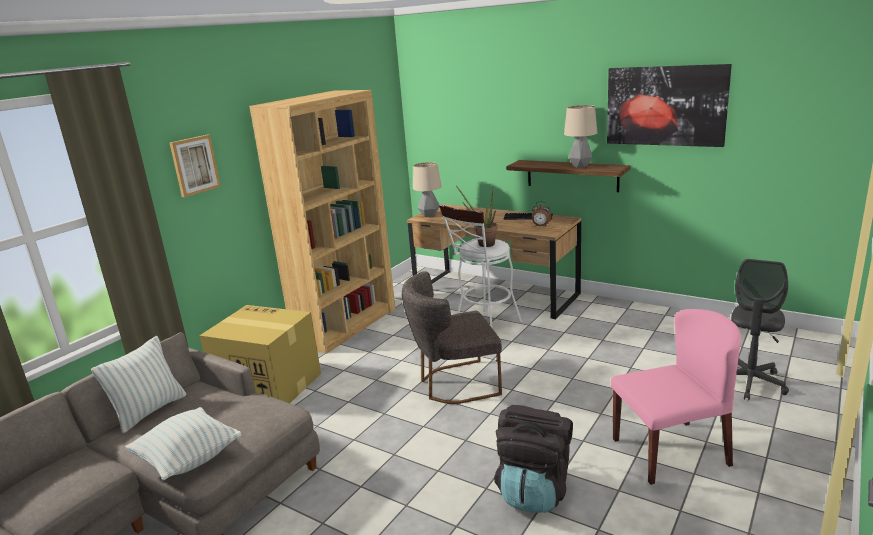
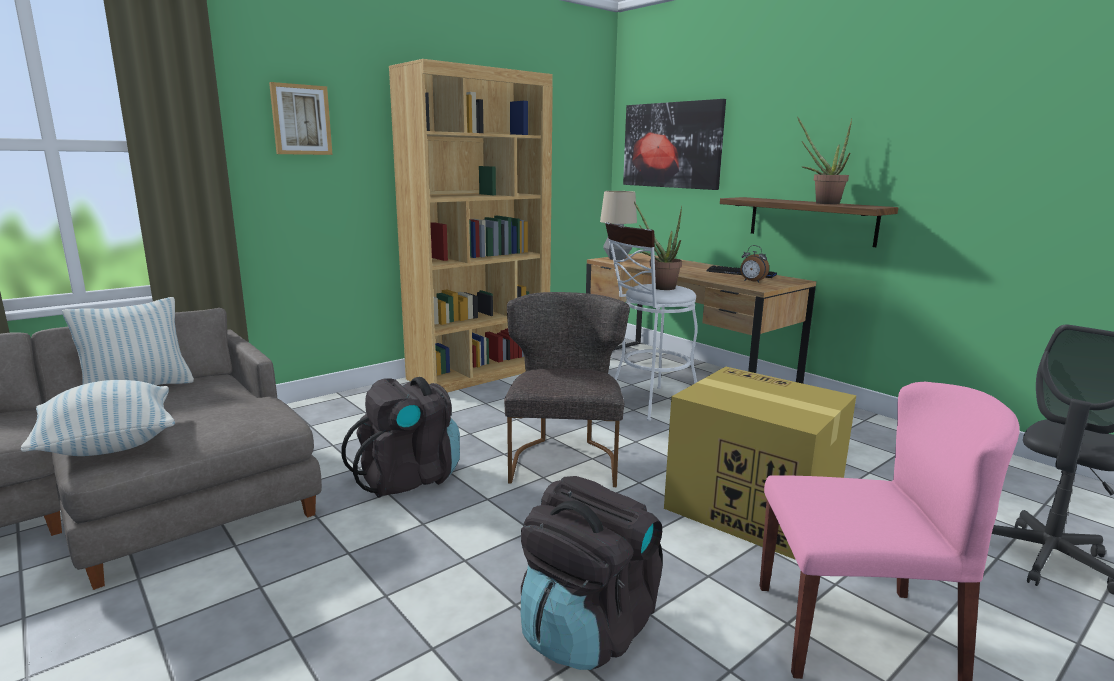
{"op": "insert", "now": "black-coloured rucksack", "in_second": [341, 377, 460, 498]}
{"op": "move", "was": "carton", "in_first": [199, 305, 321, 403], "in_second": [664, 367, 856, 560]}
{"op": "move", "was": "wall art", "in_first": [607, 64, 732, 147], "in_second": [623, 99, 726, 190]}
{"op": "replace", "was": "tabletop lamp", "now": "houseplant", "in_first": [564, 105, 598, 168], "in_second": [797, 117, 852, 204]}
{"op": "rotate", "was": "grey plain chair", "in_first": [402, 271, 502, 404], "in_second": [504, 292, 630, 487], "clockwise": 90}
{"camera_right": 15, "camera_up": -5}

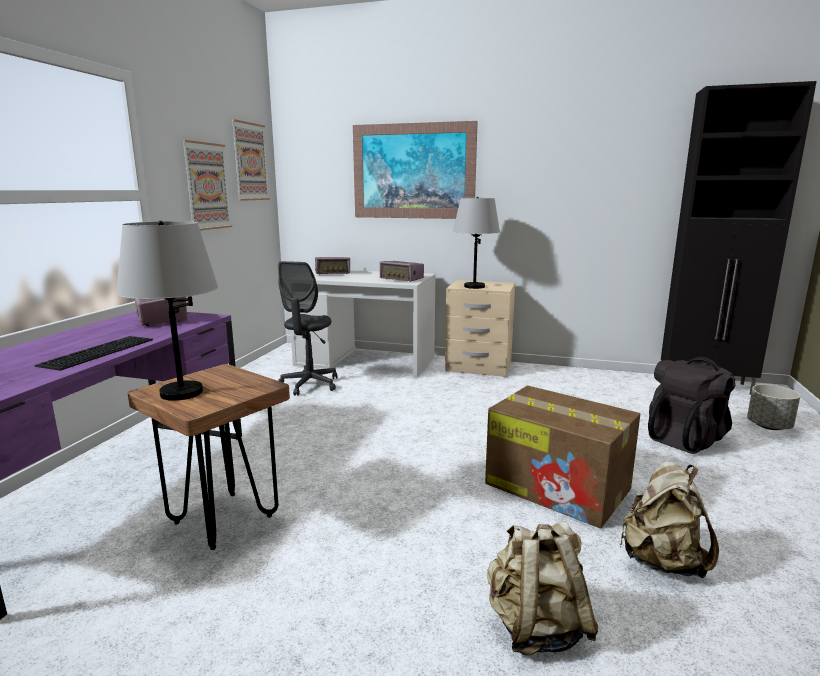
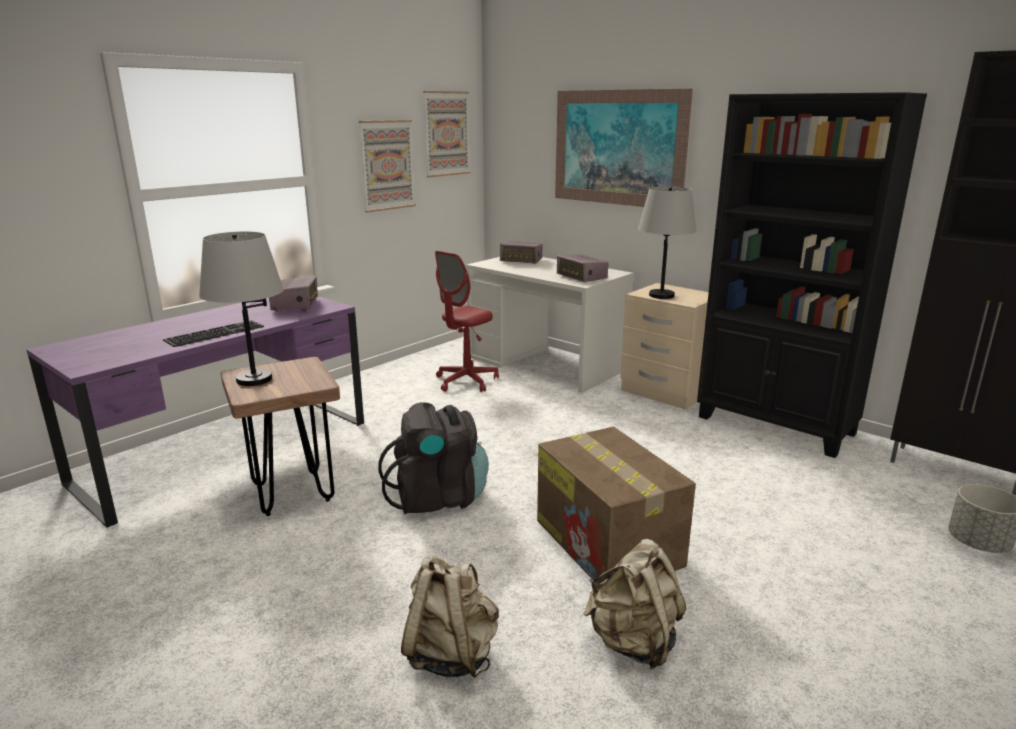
{"op": "insert", "now": "black-coloured bookcase", "in_second": [697, 92, 927, 458]}
{"op": "move", "was": "black-coloured rucksack", "in_first": [648, 357, 736, 454], "in_second": [378, 402, 489, 514]}
{"op": "recolor", "was": "grey office chair", "now": "red-coloured office chair", "in_first": [278, 261, 337, 396], "in_second": [435, 251, 499, 392]}
{"camera_right": 25, "camera_up": 5}

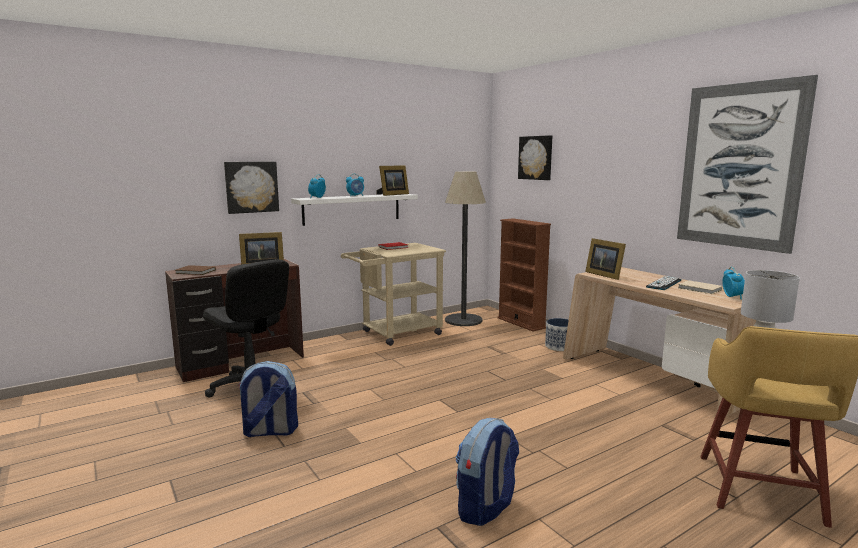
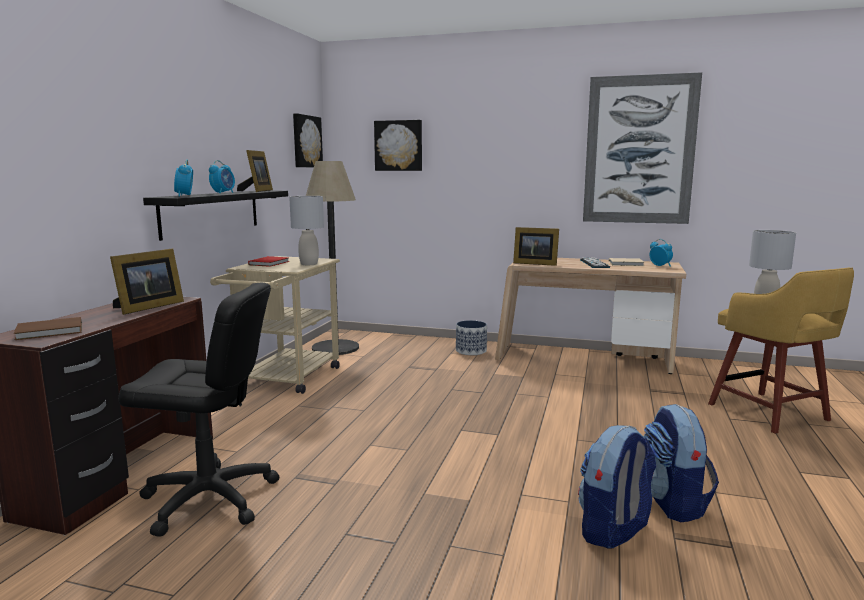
{"op": "delete", "was": "brownish bookcase", "in_first": [497, 218, 551, 331]}
{"op": "insert", "now": "grey tabletop lamp", "in_second": [289, 196, 324, 265]}
{"op": "move", "was": "wall art", "in_first": [224, 162, 279, 214], "in_second": [293, 113, 323, 167]}
{"op": "move", "was": "rucksack", "in_first": [238, 361, 298, 437], "in_second": [578, 425, 657, 549]}
{"op": "recolor", "was": "white bracket shelf", "now": "black-coloured bracket shelf", "in_first": [291, 194, 418, 226], "in_second": [143, 190, 288, 241]}
{"camera_right": -40, "camera_up": 0}

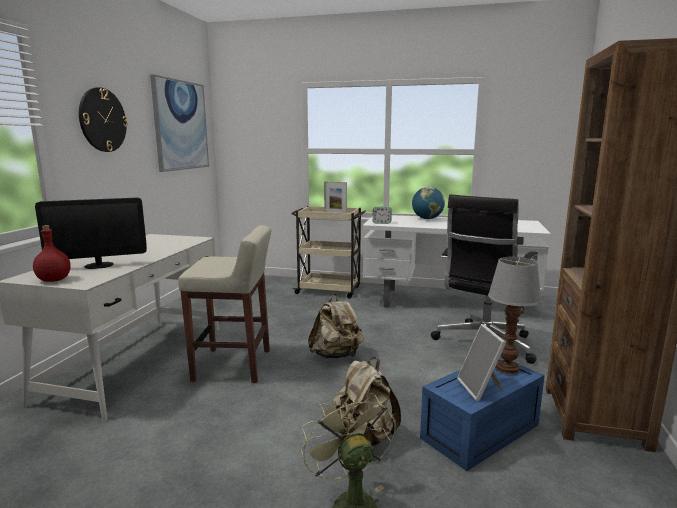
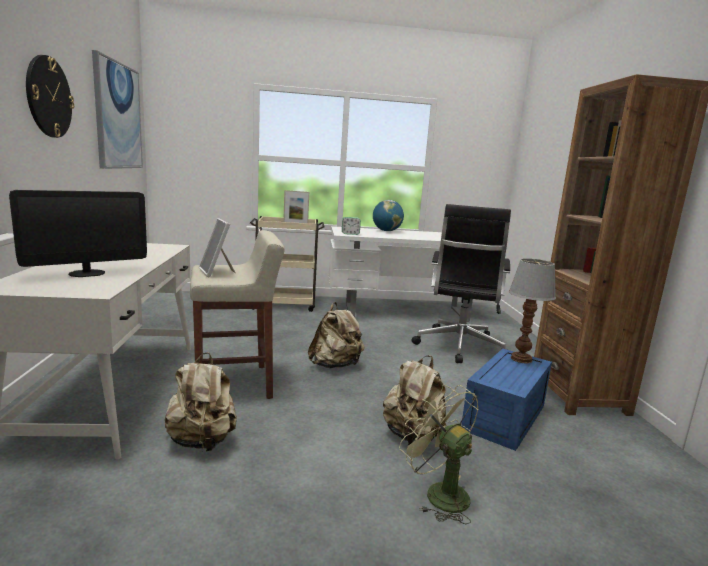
{"op": "delete", "was": "red-coloured drink bottle", "in_first": [33, 225, 71, 282]}
{"op": "insert", "now": "beige rucksack", "in_second": [165, 352, 237, 452]}
{"op": "move", "was": "photo frame", "in_first": [457, 324, 506, 401], "in_second": [199, 218, 236, 278]}
{"camera_right": -20, "camera_up": 0}

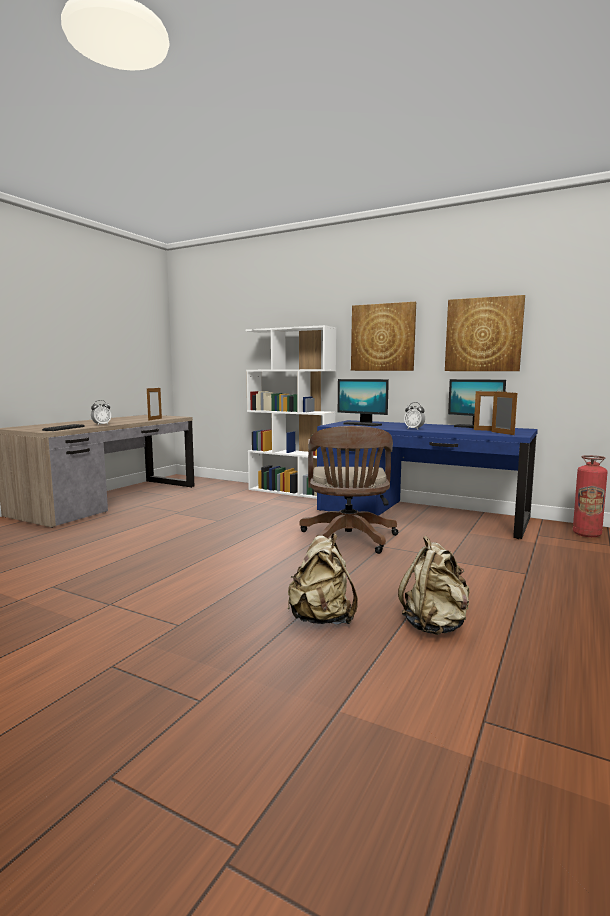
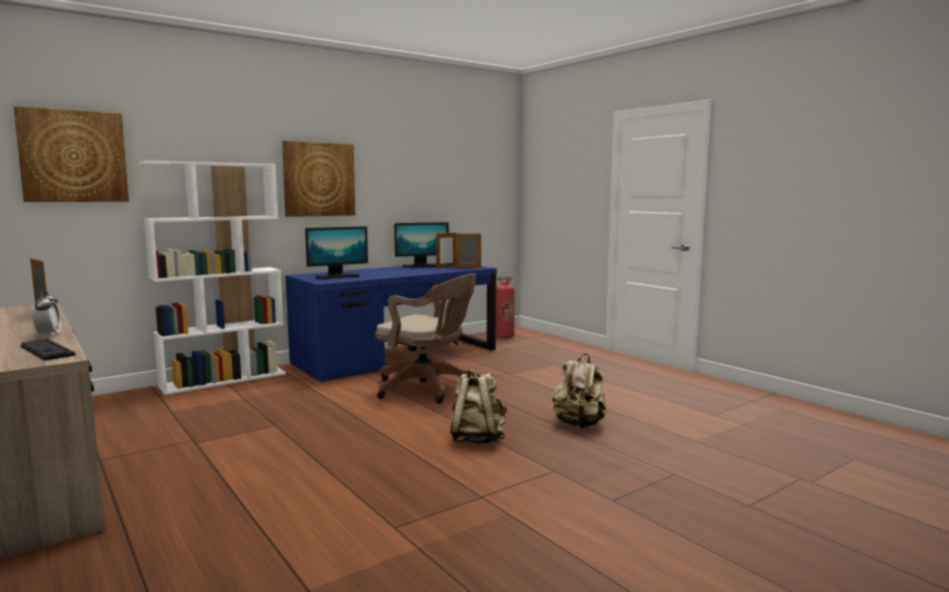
{"op": "delete", "was": "table clock", "in_first": [404, 402, 425, 430]}
{"op": "move", "was": "beige rucksack", "in_first": [398, 536, 470, 635], "in_second": [450, 368, 507, 444]}
{"op": "move", "was": "wall art", "in_first": [445, 295, 525, 371], "in_second": [13, 106, 129, 202]}
{"camera_right": -65, "camera_up": 0}

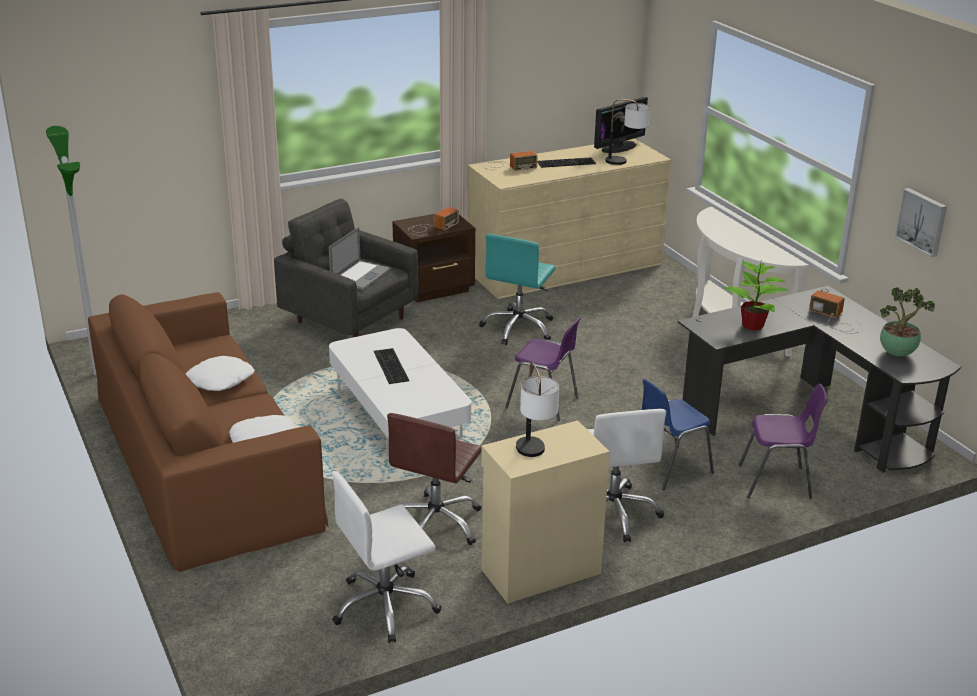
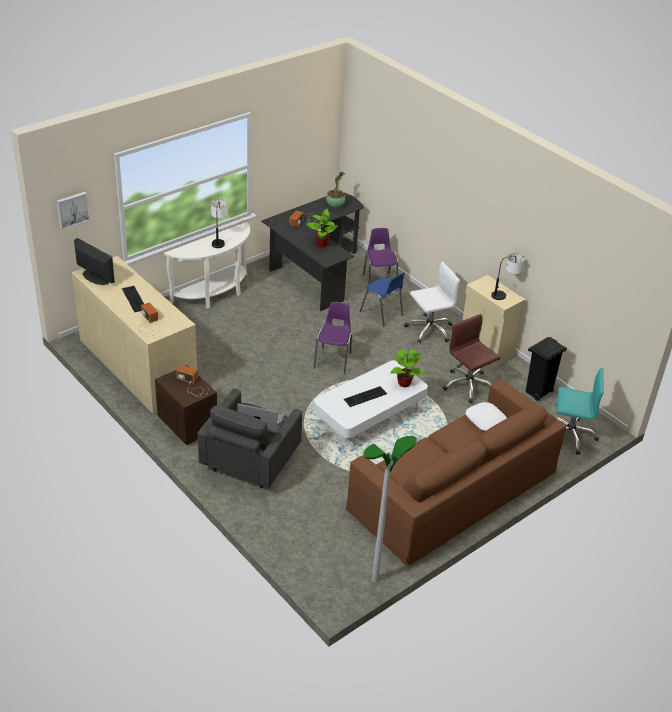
{"op": "delete", "was": "white cushion", "in_first": [186, 356, 255, 391]}
{"op": "insert", "now": "houseplant", "in_second": [391, 348, 426, 388]}
{"op": "move", "was": "turquoise office chair", "in_first": [479, 234, 555, 345], "in_second": [555, 368, 604, 455]}
{"op": "move", "was": "tabletop lamp", "in_first": [605, 99, 650, 165], "in_second": [211, 199, 228, 248]}
{"op": "move", "was": "wall art", "in_first": [895, 188, 947, 257], "in_second": [57, 192, 90, 230]}
{"op": "replace", "was": "white office chair", "now": "black-coloured rubbish bin", "in_first": [332, 471, 441, 643], "in_second": [526, 337, 567, 401]}
{"op": "rotate", "was": "brownish office chair", "in_first": [387, 413, 482, 545], "in_second": [443, 314, 500, 403], "clockwise": -135}
{"camera_right": -105, "camera_up": 10}

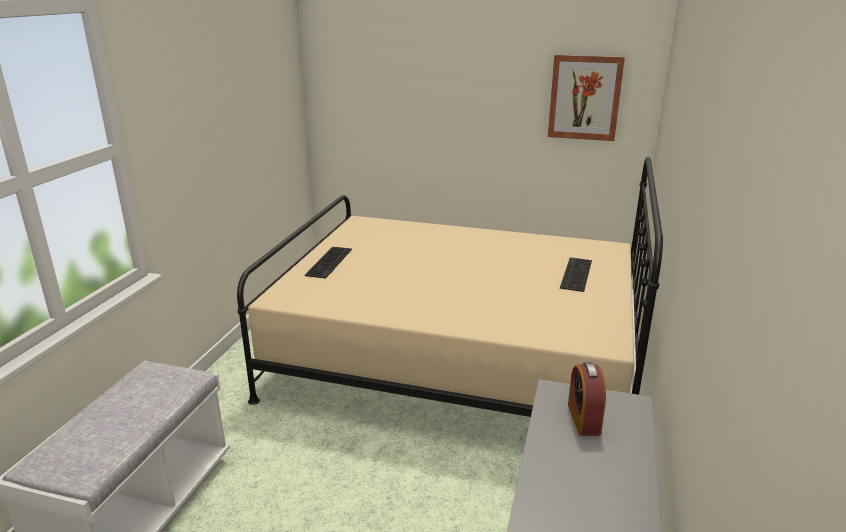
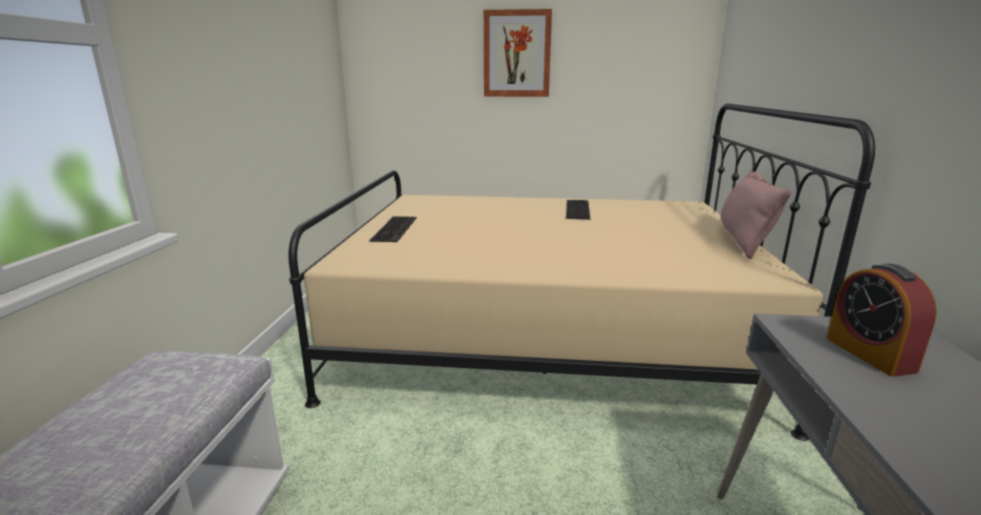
{"op": "insert", "now": "pinkish cushion", "in_second": [721, 168, 791, 259]}
{"op": "move", "was": "wall art", "in_first": [548, 55, 625, 141], "in_second": [484, 9, 552, 97]}
{"op": "move", "was": "PC keyboard", "in_first": [560, 257, 592, 292], "in_second": [566, 200, 590, 220]}
{"camera_right": -10, "camera_up": -5}

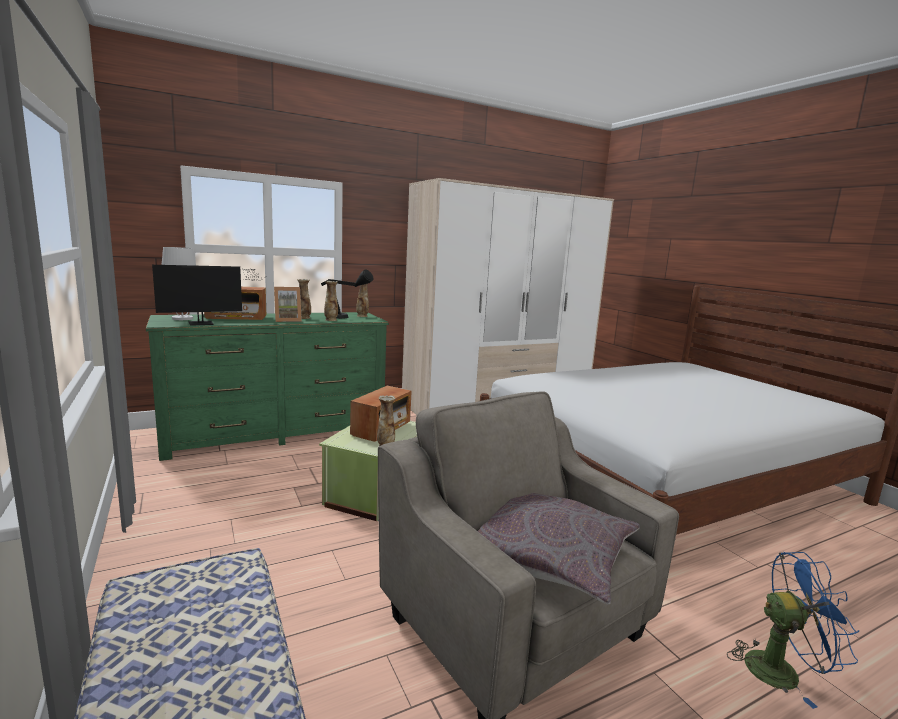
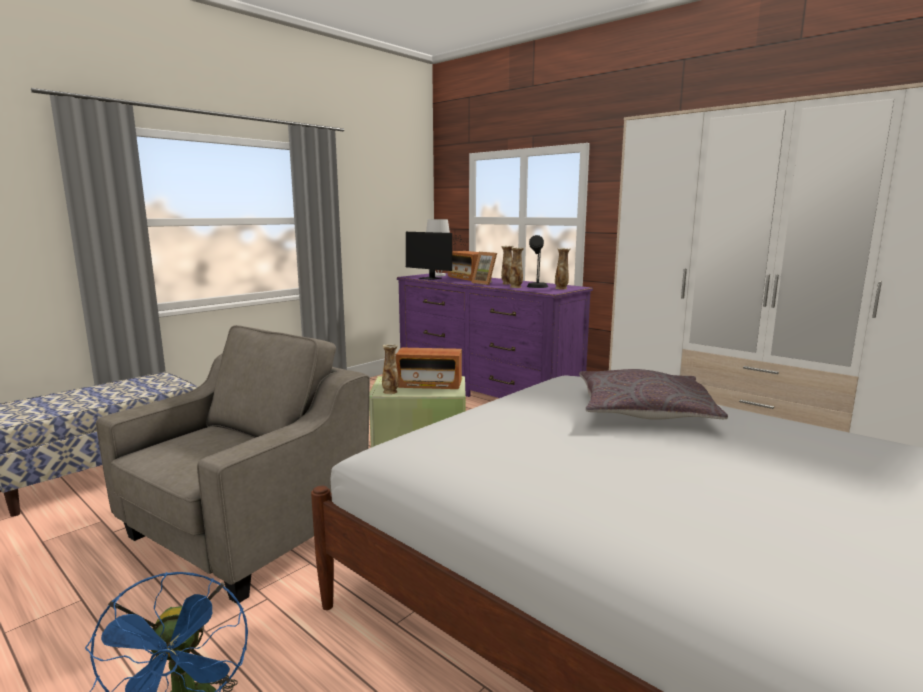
{"op": "move", "was": "grey cushion", "in_first": [478, 493, 640, 604], "in_second": [579, 369, 728, 420]}
{"op": "recolor", "was": "greenish chest of drawers", "now": "purple-coloured chest of drawers", "in_first": [145, 312, 389, 461], "in_second": [397, 273, 593, 398]}
{"camera_right": 70, "camera_up": 0}

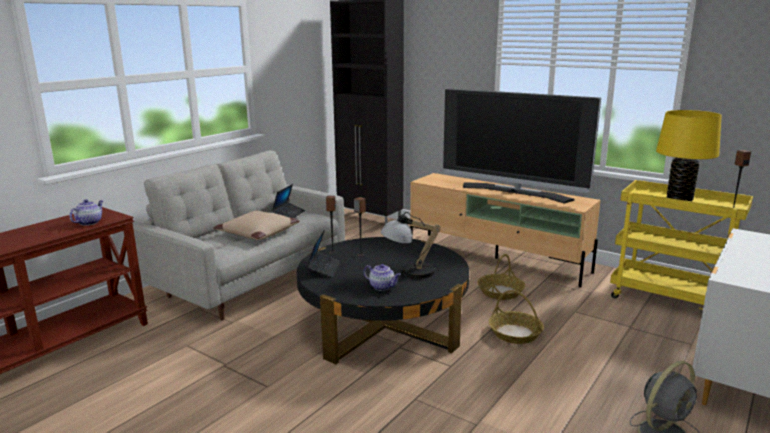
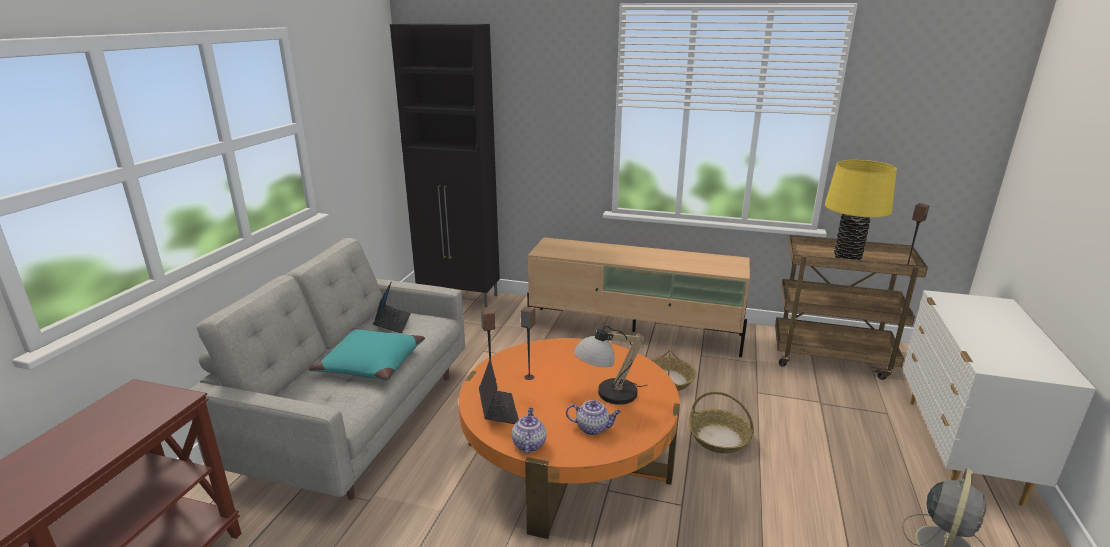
{"op": "delete", "was": "television", "in_first": [443, 89, 601, 203]}
{"op": "move", "was": "tea pot", "in_first": [69, 199, 103, 226], "in_second": [512, 408, 546, 454]}
{"op": "recolor", "was": "beige cushion", "now": "turquoise cushion", "in_first": [213, 211, 300, 240], "in_second": [308, 328, 425, 381]}
{"op": "recolor", "was": "black-coloured coffee table", "now": "orange coffee table", "in_first": [297, 237, 469, 364], "in_second": [459, 338, 680, 539]}
{"op": "recolor", "was": "yellow-coloured wheeled cart", "now": "brownish wheeled cart", "in_first": [610, 180, 753, 313], "in_second": [775, 235, 928, 380]}
{"camera_right": -20, "camera_up": 5}

